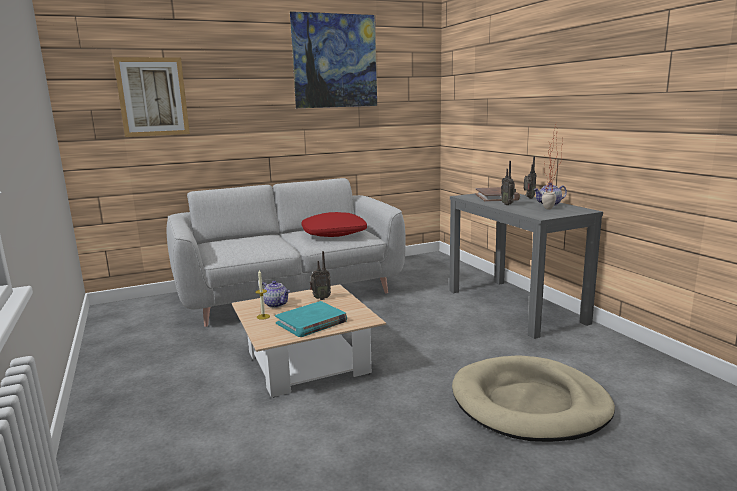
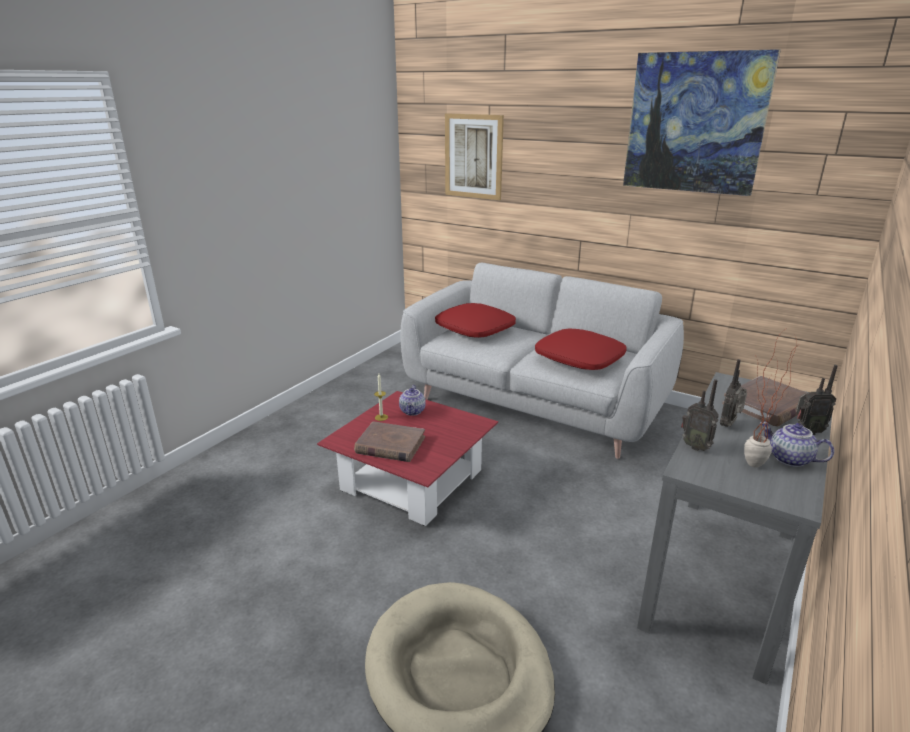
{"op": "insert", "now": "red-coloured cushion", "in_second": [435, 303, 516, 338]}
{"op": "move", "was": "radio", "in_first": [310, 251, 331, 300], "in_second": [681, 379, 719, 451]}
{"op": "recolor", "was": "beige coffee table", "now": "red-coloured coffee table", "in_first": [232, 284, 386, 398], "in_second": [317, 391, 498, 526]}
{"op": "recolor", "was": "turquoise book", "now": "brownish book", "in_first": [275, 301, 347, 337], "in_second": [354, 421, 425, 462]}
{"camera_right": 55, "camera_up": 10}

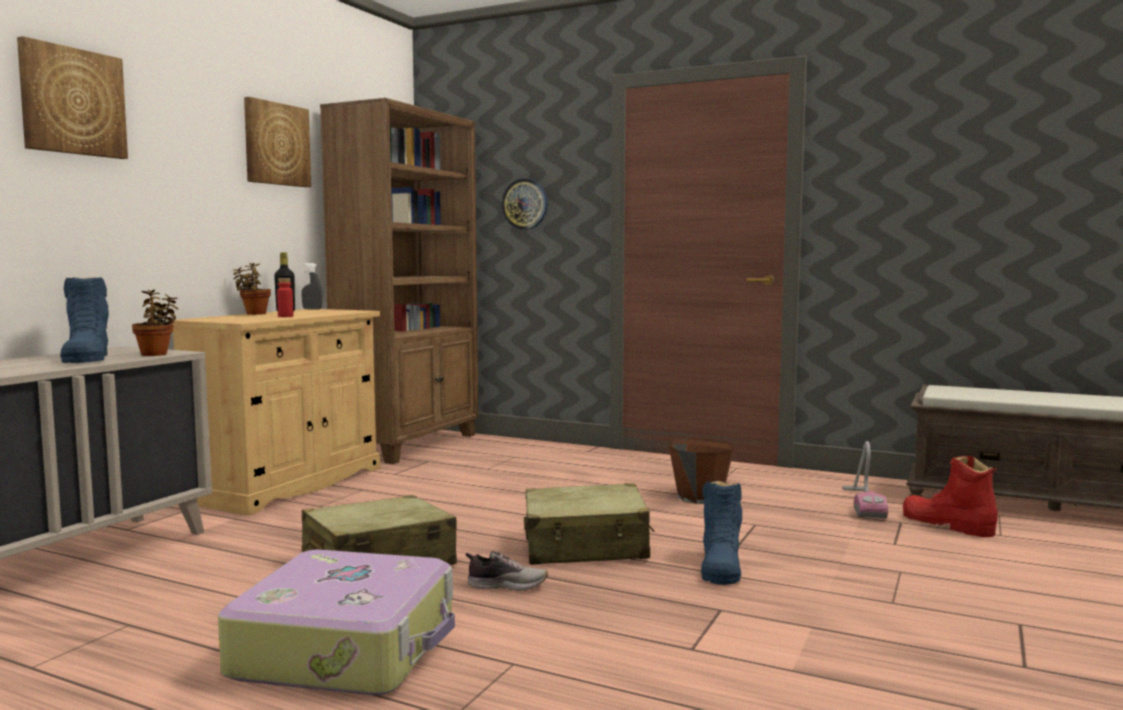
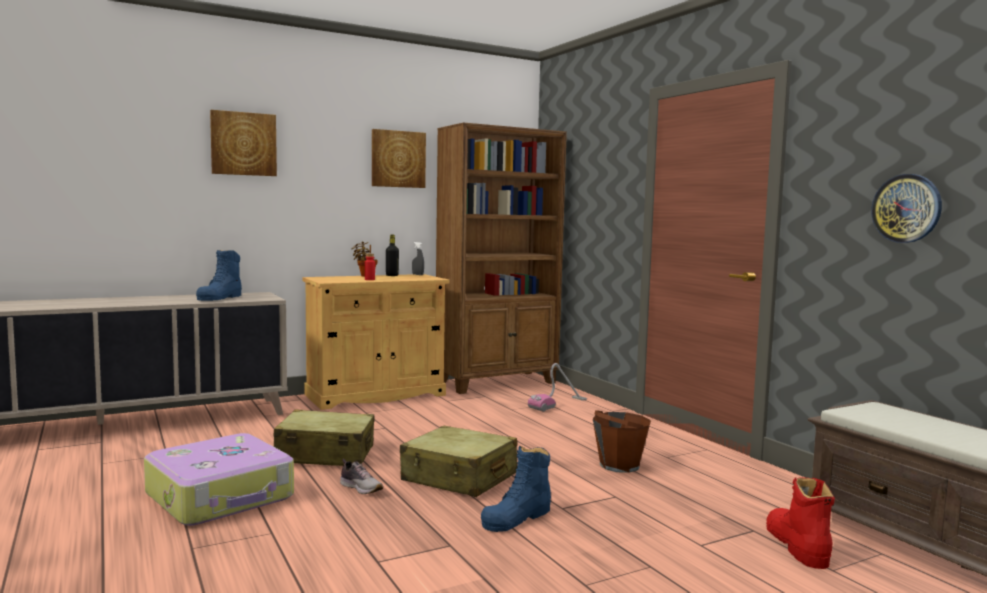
{"op": "delete", "was": "houseplant", "in_first": [132, 290, 178, 356]}
{"op": "move", "was": "wall clock", "in_first": [502, 178, 548, 230], "in_second": [871, 174, 942, 243]}
{"op": "move", "was": "hoover", "in_first": [842, 441, 888, 519], "in_second": [528, 363, 587, 412]}
{"camera_right": 35, "camera_up": 0}

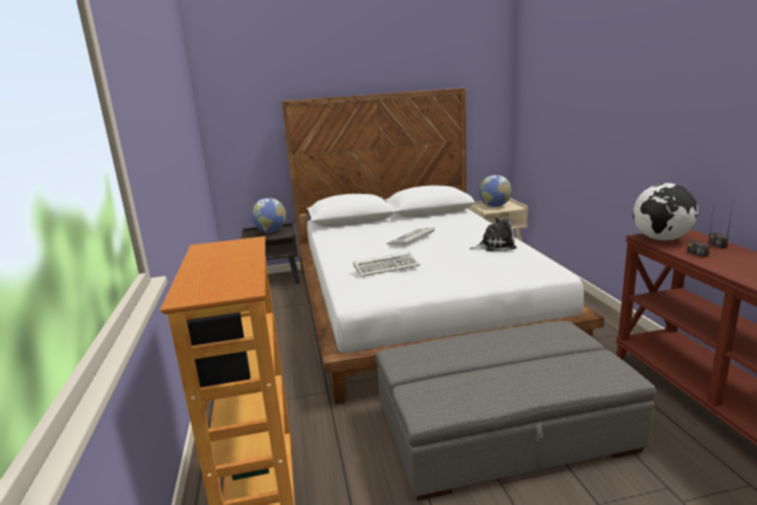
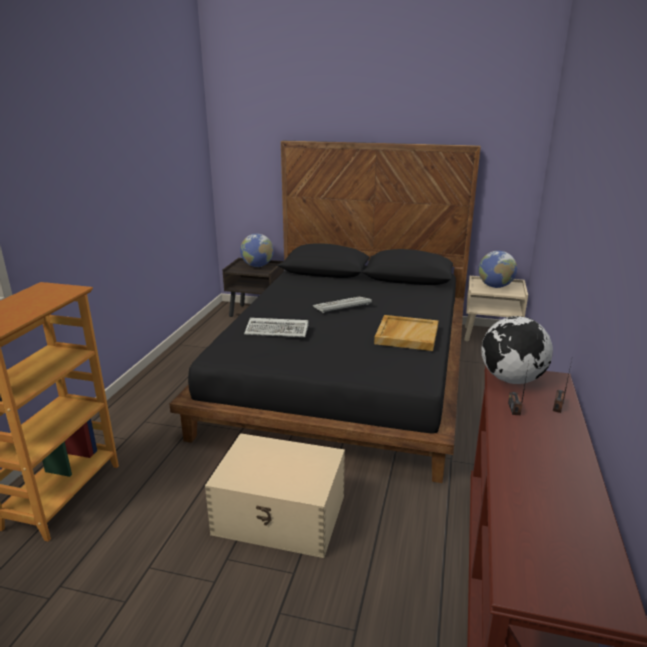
{"op": "replace", "was": "grey ottoman", "now": "beige storage bin", "in_first": [376, 321, 656, 501], "in_second": [205, 433, 345, 558]}
{"op": "replace", "was": "cuddly toy", "now": "beige carrying tray", "in_first": [470, 217, 517, 251], "in_second": [374, 315, 439, 351]}
{"op": "recolor", "was": "white sleeping bed", "now": "black-coloured sleeping bed", "in_first": [281, 88, 604, 404], "in_second": [169, 141, 481, 483]}
{"camera_right": 25, "camera_up": 5}

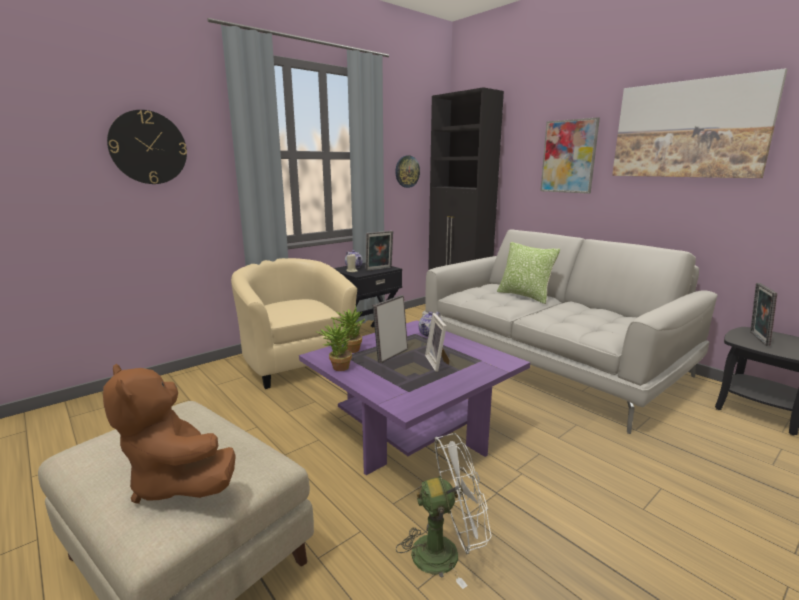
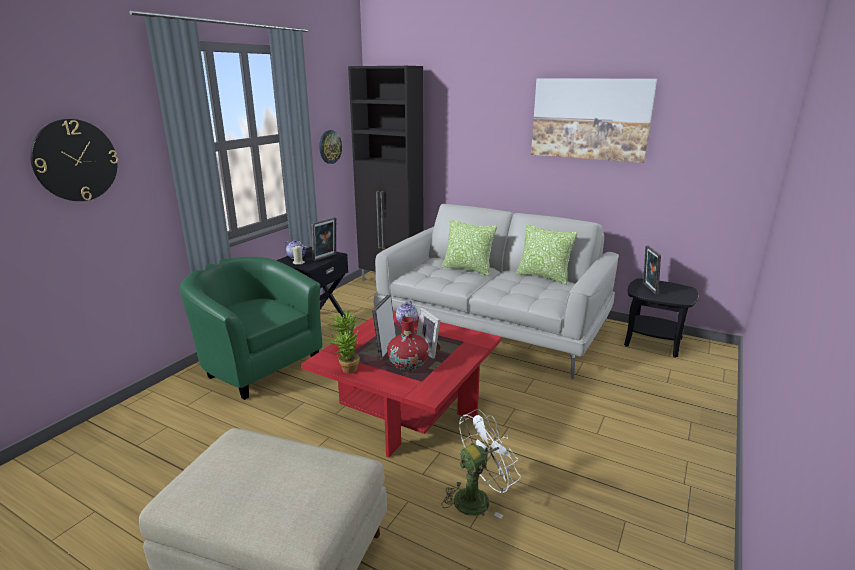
{"op": "delete", "was": "brownish cuddly toy", "in_first": [103, 364, 236, 504]}
{"op": "delete", "was": "wall art", "in_first": [540, 117, 600, 194]}
{"op": "insert", "now": "red-coloured flower vase", "in_second": [387, 317, 429, 372]}
{"op": "insert", "now": "cushion", "in_second": [516, 224, 578, 285]}
{"op": "recolor", "was": "beige lounge chair", "now": "greenish lounge chair", "in_first": [231, 258, 357, 389], "in_second": [180, 257, 322, 400]}
{"op": "recolor", "was": "purple-coloured coffee table", "now": "red-coloured coffee table", "in_first": [299, 320, 530, 475], "in_second": [301, 311, 501, 458]}
{"camera_right": -20, "camera_up": 5}

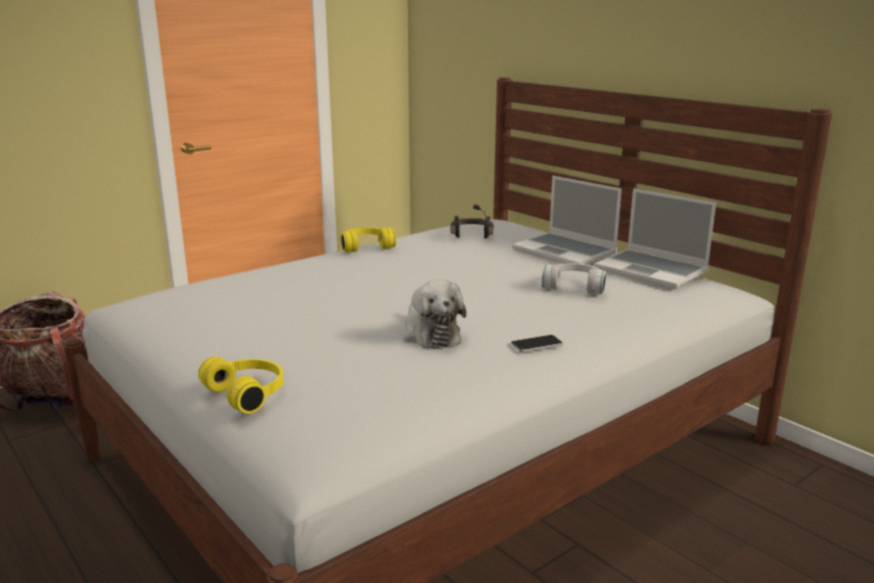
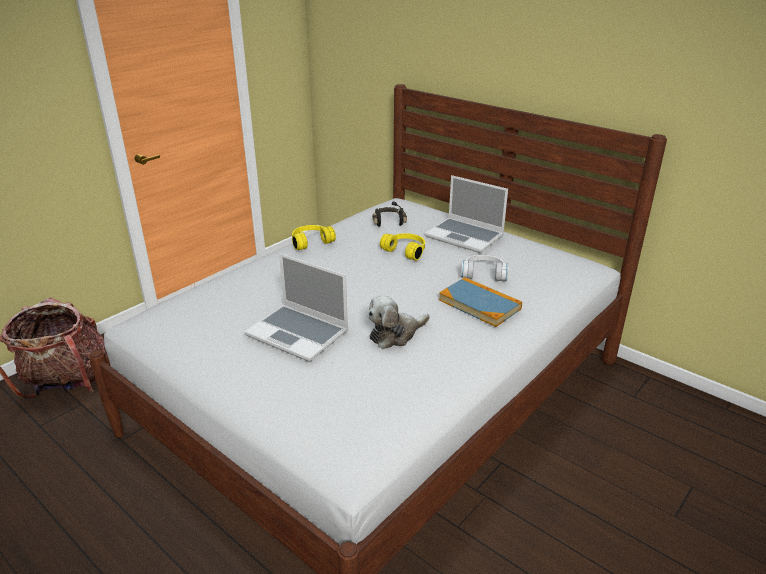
{"op": "delete", "was": "handset", "in_first": [511, 335, 563, 352]}
{"op": "insert", "now": "book", "in_second": [439, 277, 522, 327]}
{"op": "move", "was": "yellow-coloured headset", "in_first": [198, 357, 283, 414], "in_second": [380, 233, 425, 261]}
{"op": "move", "was": "portable computer", "in_first": [595, 189, 716, 289], "in_second": [244, 253, 348, 362]}
{"op": "rotate", "was": "cuddly toy", "in_first": [404, 279, 466, 349], "in_second": [368, 296, 430, 349], "clockwise": 90}
{"camera_right": -10, "camera_up": 10}

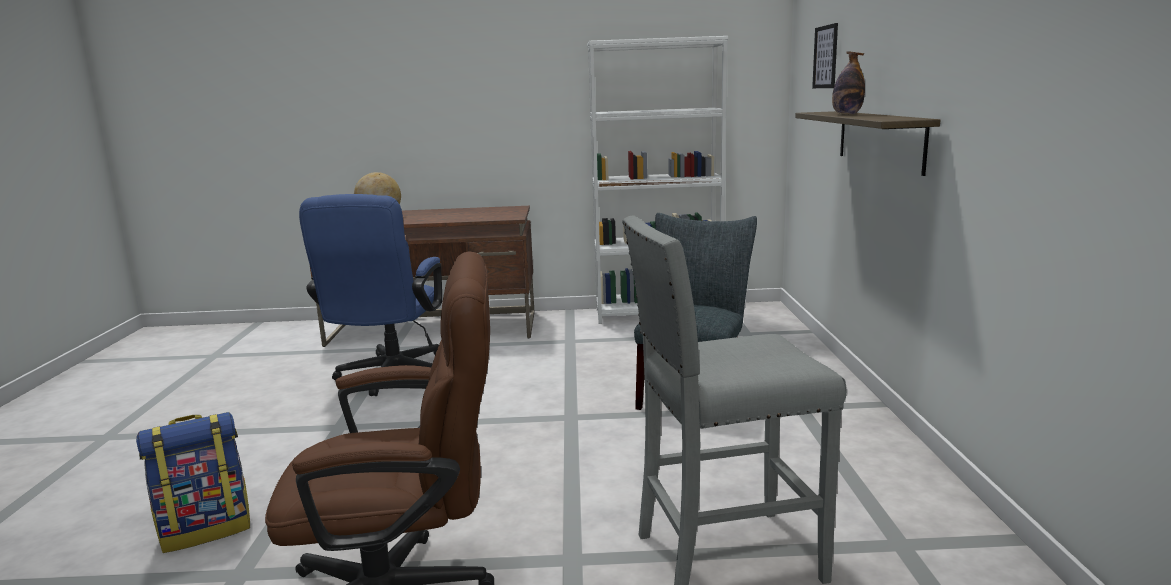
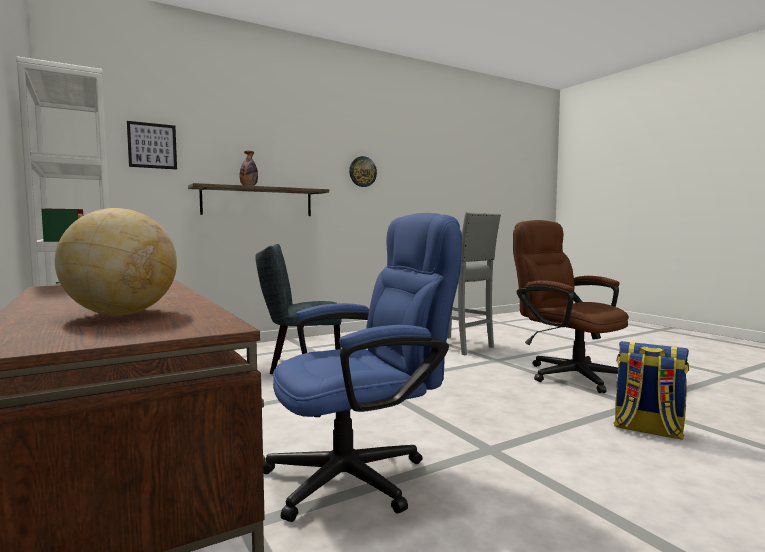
{"op": "insert", "now": "wall clock", "in_second": [349, 156, 377, 187]}
{"camera_right": -120, "camera_up": -10}

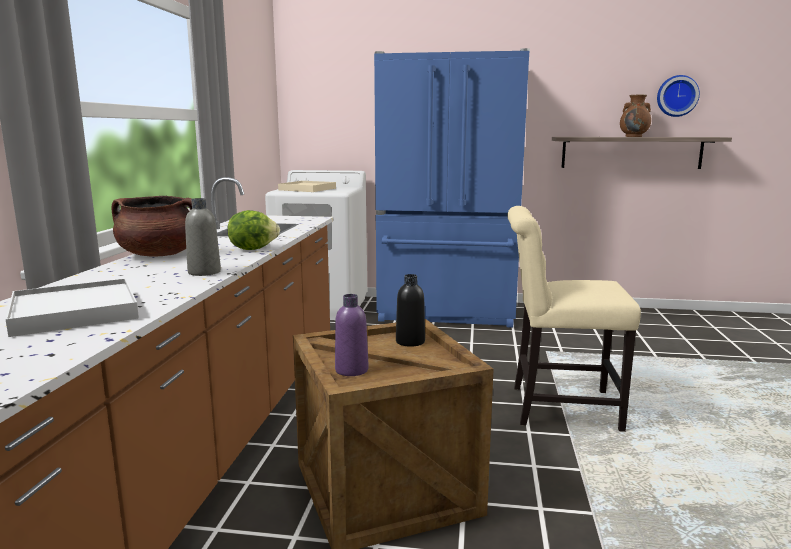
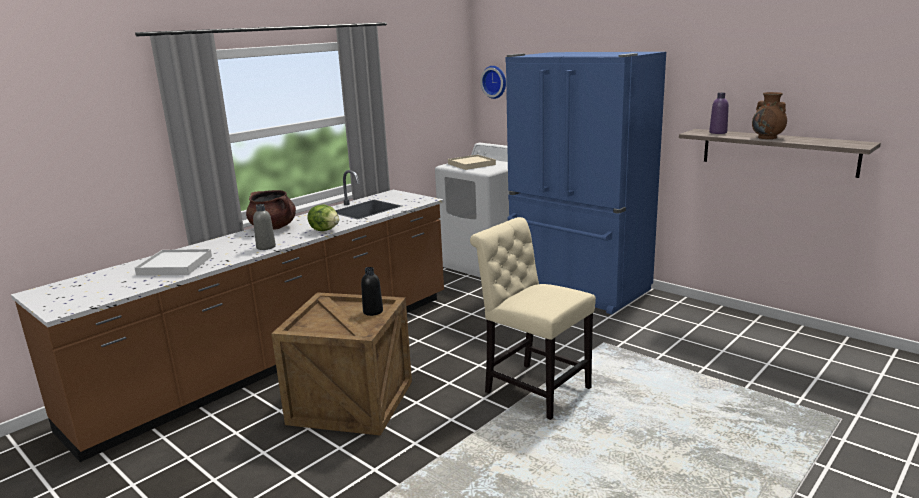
{"op": "move", "was": "purple-coloured drink bottle", "in_first": [335, 294, 369, 376], "in_second": [709, 93, 729, 134]}
{"op": "move", "was": "wall clock", "in_first": [657, 75, 700, 117], "in_second": [480, 66, 506, 99]}
{"camera_right": 35, "camera_up": 5}

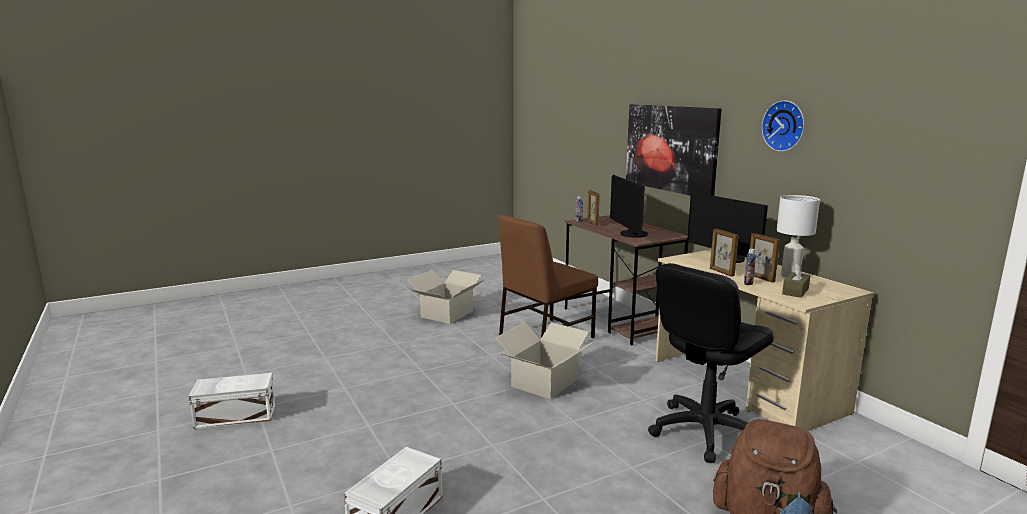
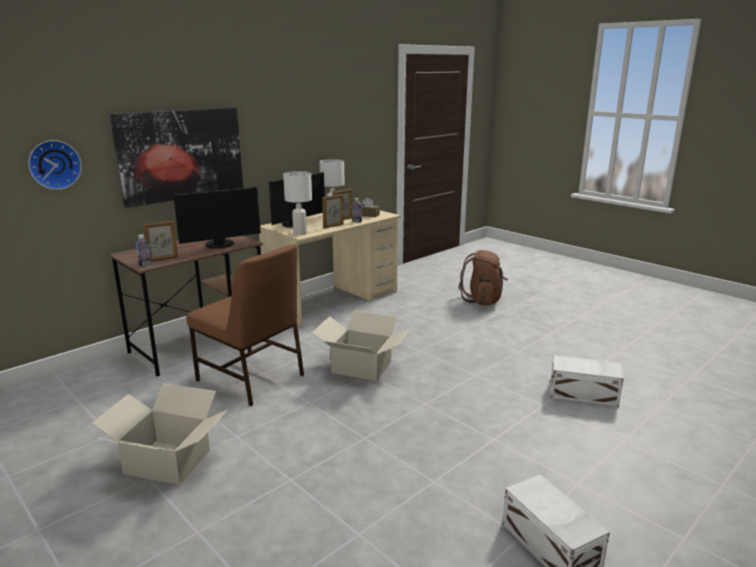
{"op": "delete", "was": "black-coloured office chair", "in_first": [648, 263, 774, 463]}
{"op": "insert", "now": "white tabletop lamp", "in_second": [283, 171, 312, 235]}
{"op": "move", "was": "wall clock", "in_first": [761, 100, 804, 152], "in_second": [28, 140, 82, 190]}
{"camera_right": -105, "camera_up": 5}

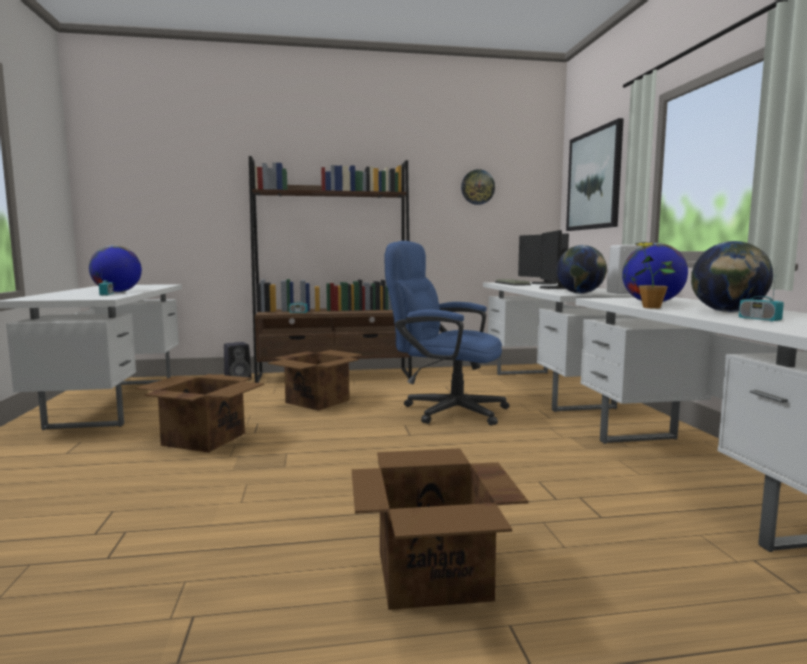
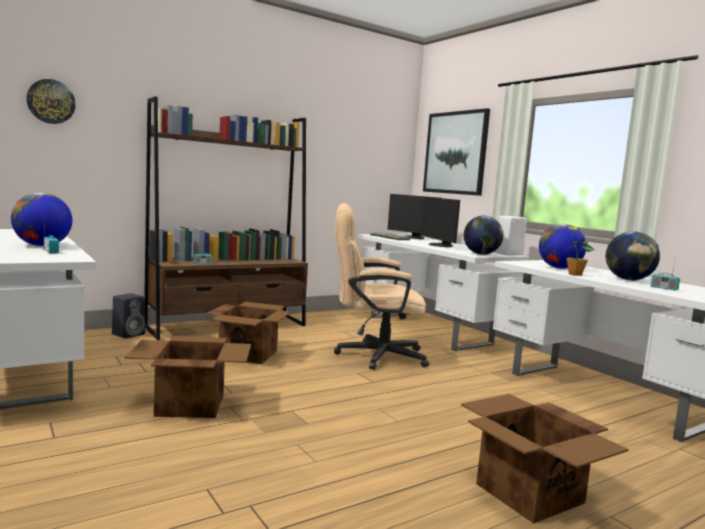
{"op": "move", "was": "wall clock", "in_first": [461, 169, 495, 205], "in_second": [26, 79, 76, 124]}
{"op": "recolor", "was": "blue-coloured office chair", "now": "beige office chair", "in_first": [384, 241, 510, 426], "in_second": [334, 203, 429, 370]}
{"camera_right": -25, "camera_up": 0}

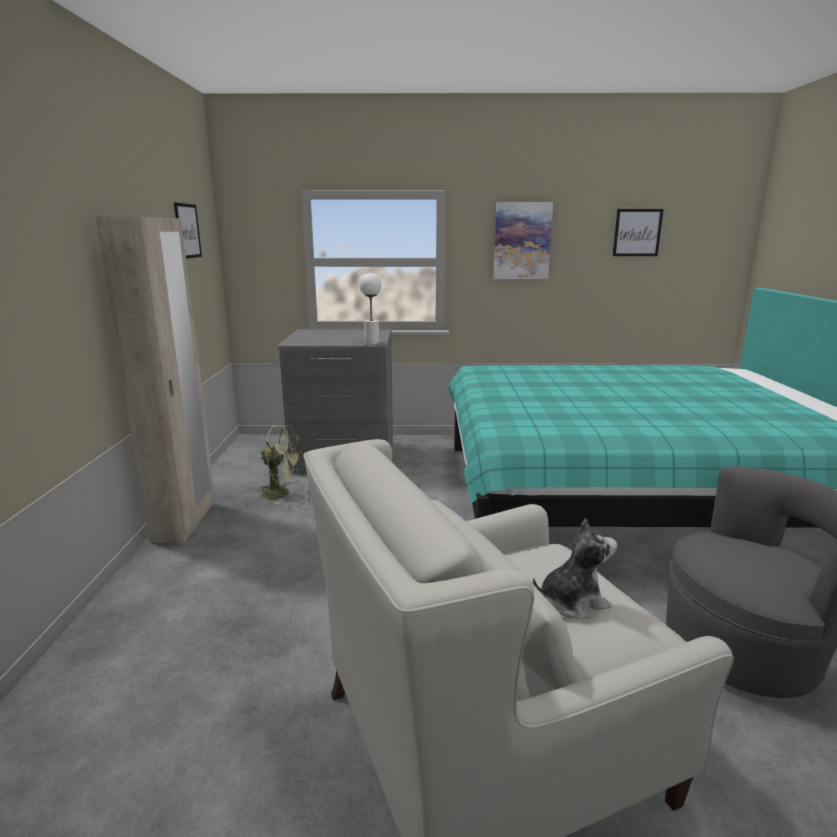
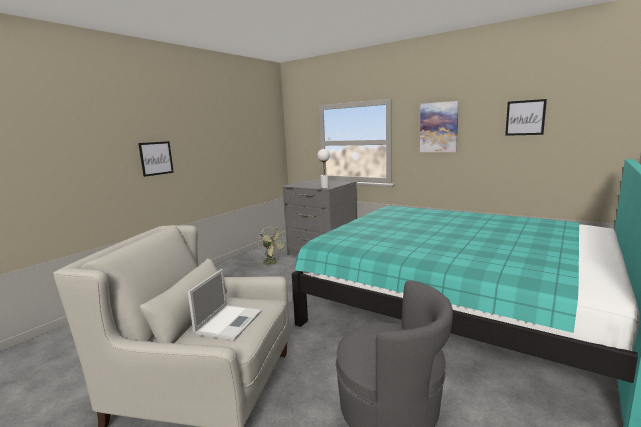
{"op": "delete", "was": "beige wardrobe", "in_first": [96, 216, 215, 543]}
{"op": "move", "was": "wall art", "in_first": [174, 203, 202, 259], "in_second": [138, 141, 174, 177]}
{"op": "replace", "was": "cuddly toy", "now": "portable computer", "in_first": [533, 519, 617, 619], "in_second": [188, 269, 262, 341]}
{"camera_right": 35, "camera_up": -5}

